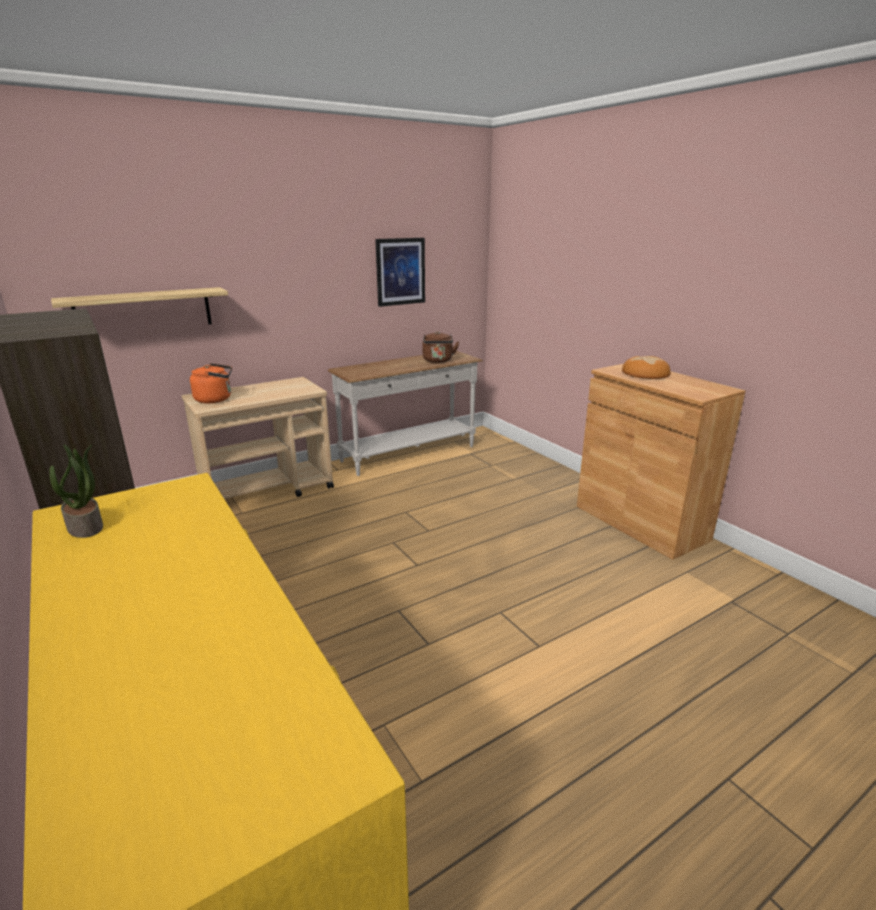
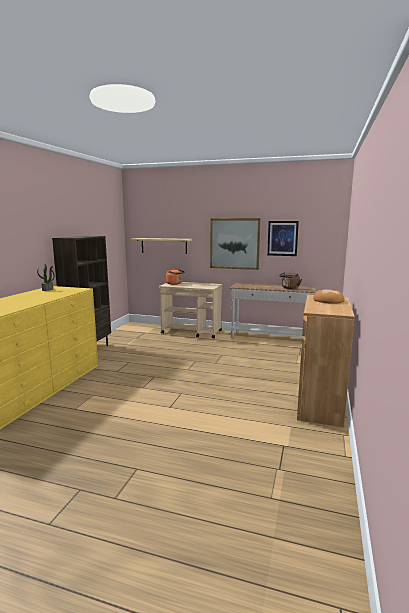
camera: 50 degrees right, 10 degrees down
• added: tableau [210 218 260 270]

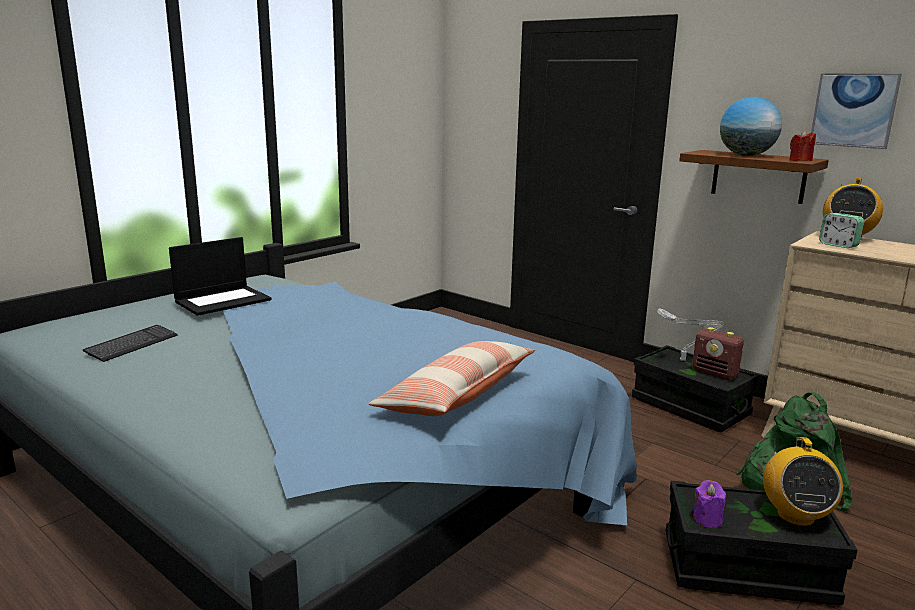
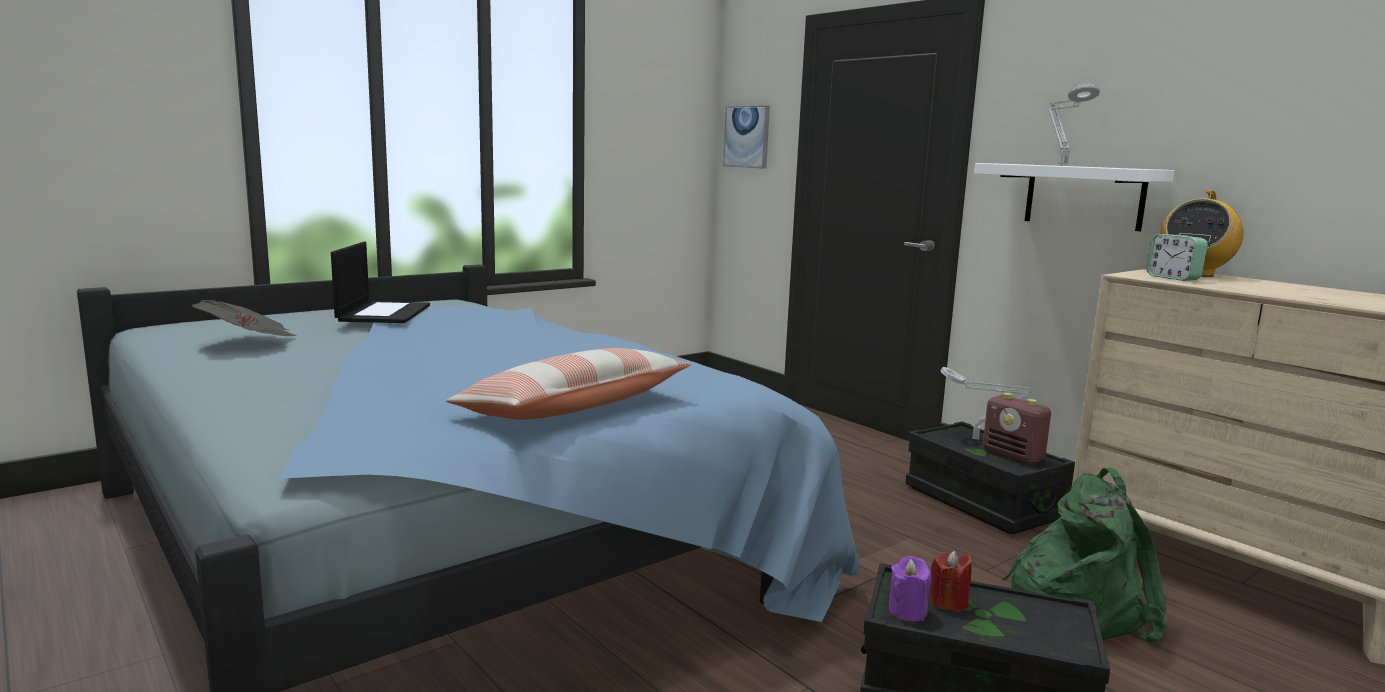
camera: 10 degrees right, 5 degrees down
• removed: radio [763 437 843 527]
• moved: bougie (rouge) [789 130 816 161] to [929 551 972 611]
• moved: tableau [811 73 902 149] to [723 105 770 169]
• replaced: clavier [83 325 178 362] to journal [192 300 296 336]
• replaced: globe [720 97 782 156] to lampe de table (gris) [1049 84 1100 166]
• recoloured: étagère (marron) [679 150 829 204] to étagère (blanc) [974 163 1175 231]
• turned: ordinateur portable [169 237 272 316] = [331 242 430 323] 60 degrees counterclockwise

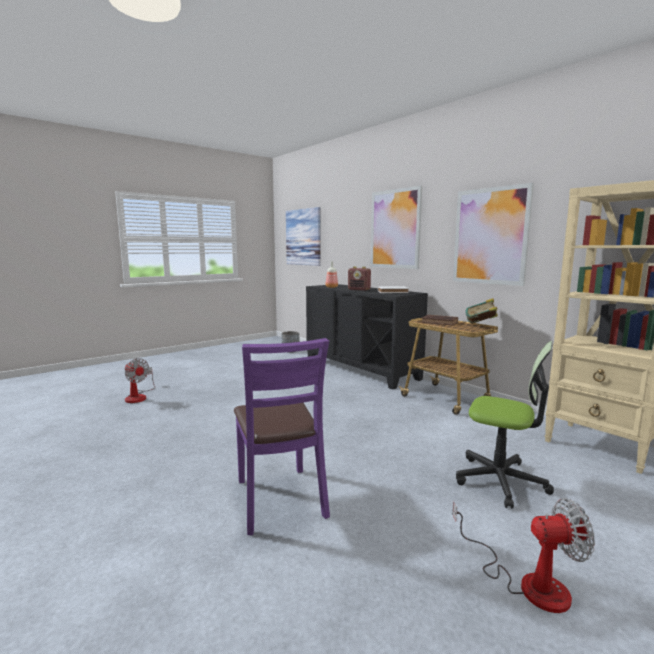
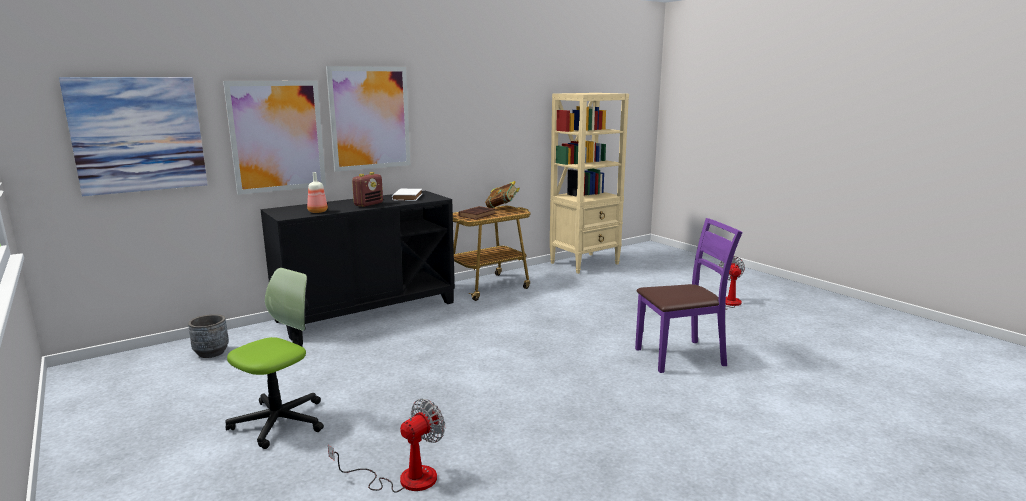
camera: 85 degrees left, 5 degrees up
• moved: tableau [453 183 534 286] to [223 81 326 195]
• moved: chaise de bureau [456 341 554 509] to [226 268 324 449]

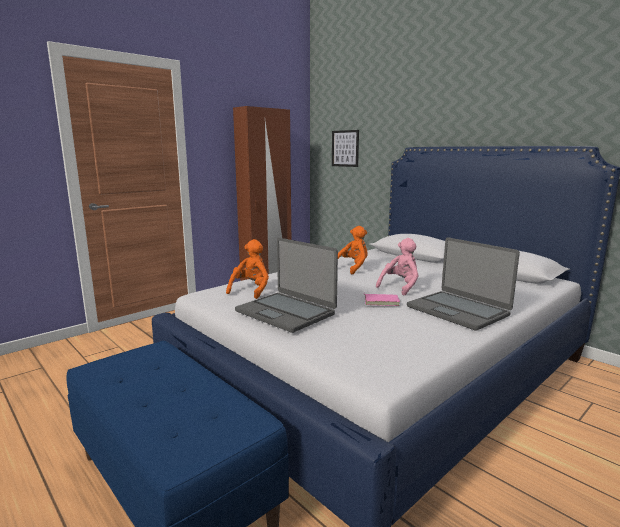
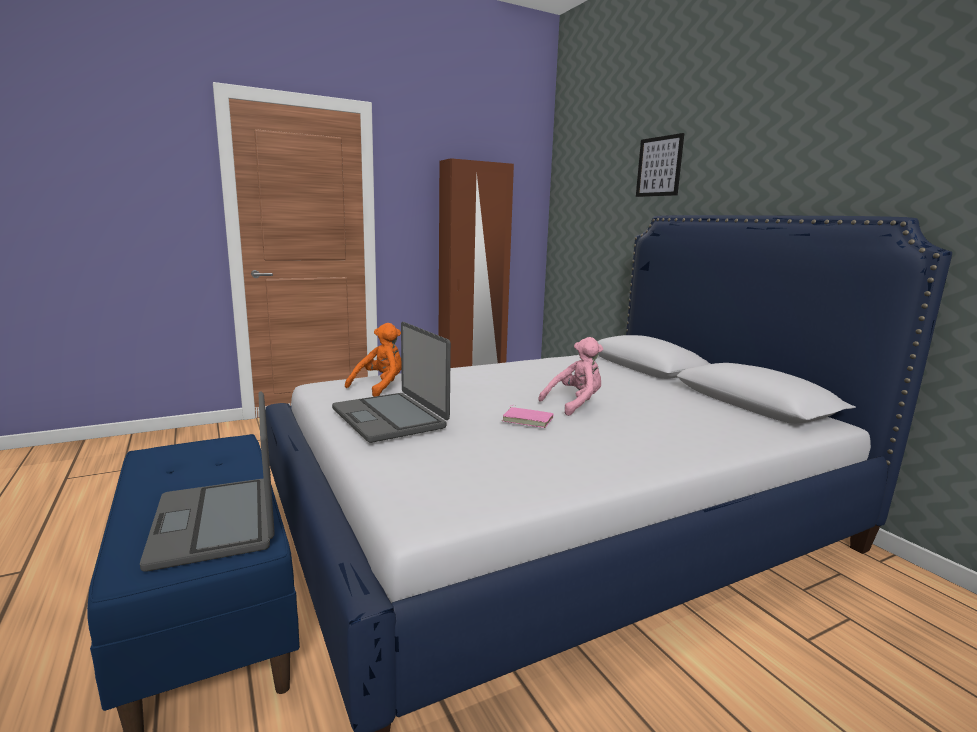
camera: 15 degrees right, 0 degrees up
• removed: peluche (orange) [338 226 368 274]
• moved: tableau [332 130 359 167] to [636 133 684 197]
• moved: ordinateur portable [407 237 520 331] to [140 391 275 572]

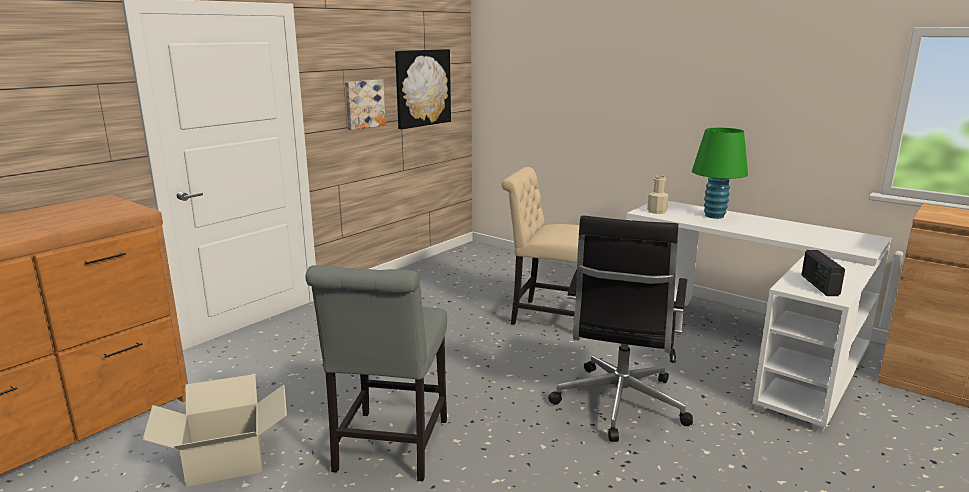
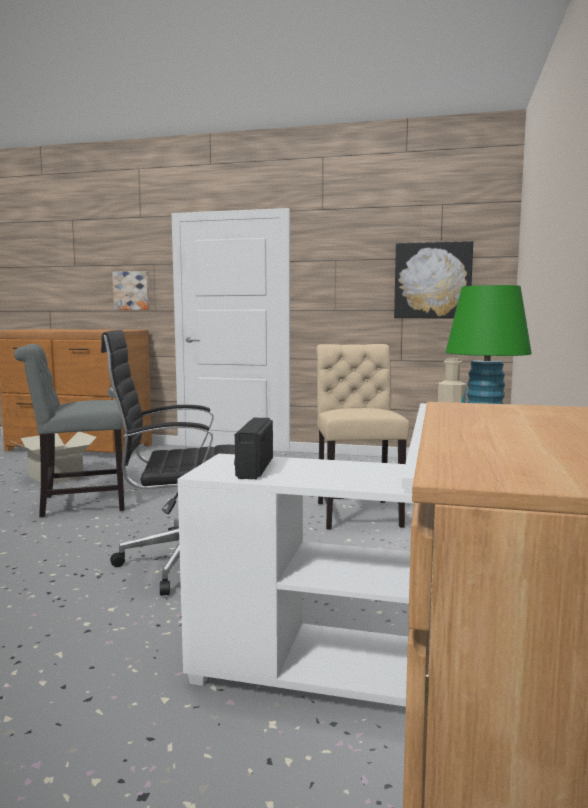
camera: 65 degrees right, 10 degrees down
• moved: tableau [345 79 386 130] to [112 271 150 310]
• turned: radio [801 250 845 296] = [234 418 273 479] 60 degrees counterclockwise

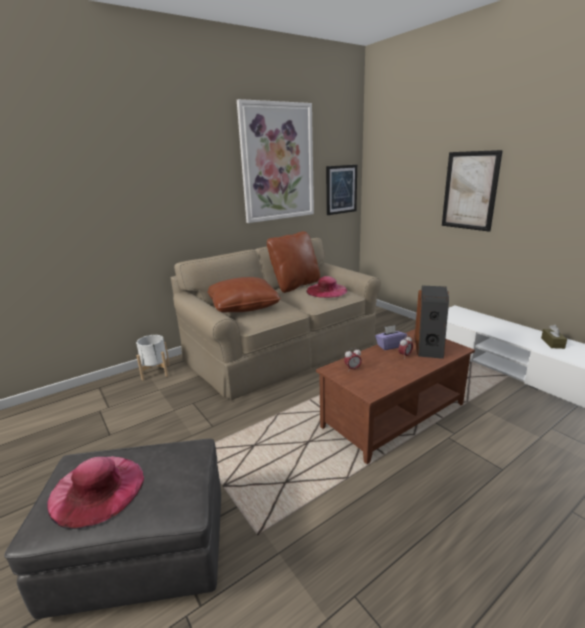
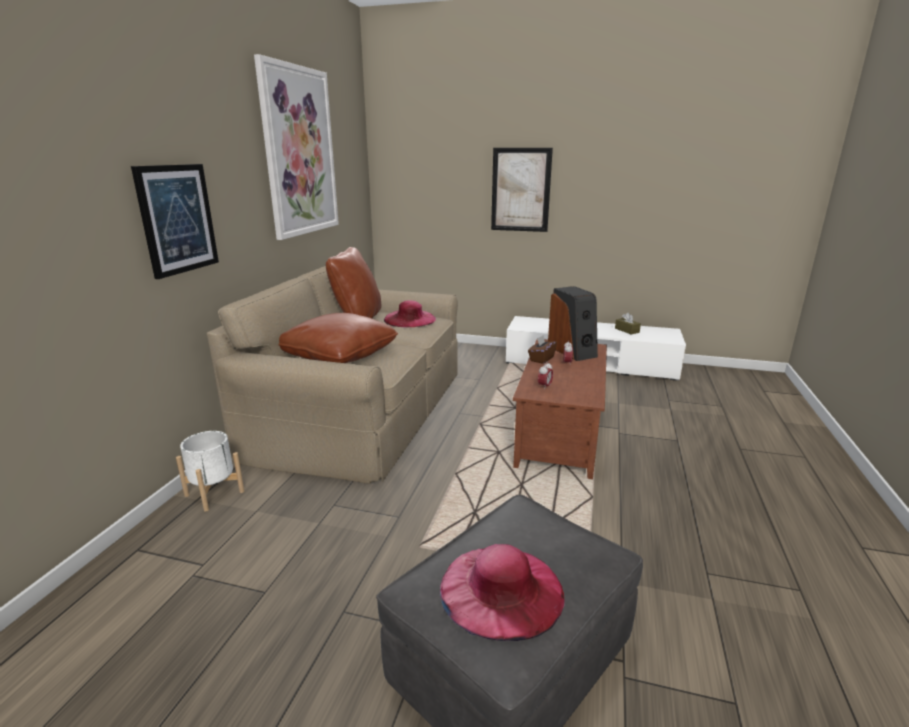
camera: 40 degrees left, 0 degrees up
• moved: tableau [326 165 357 215] to [131 164 219 279]
• recoloured: boîte à mouchoirs (violet) [375 325 407 350] to boîte à mouchoirs (marron) [528 335 557 364]

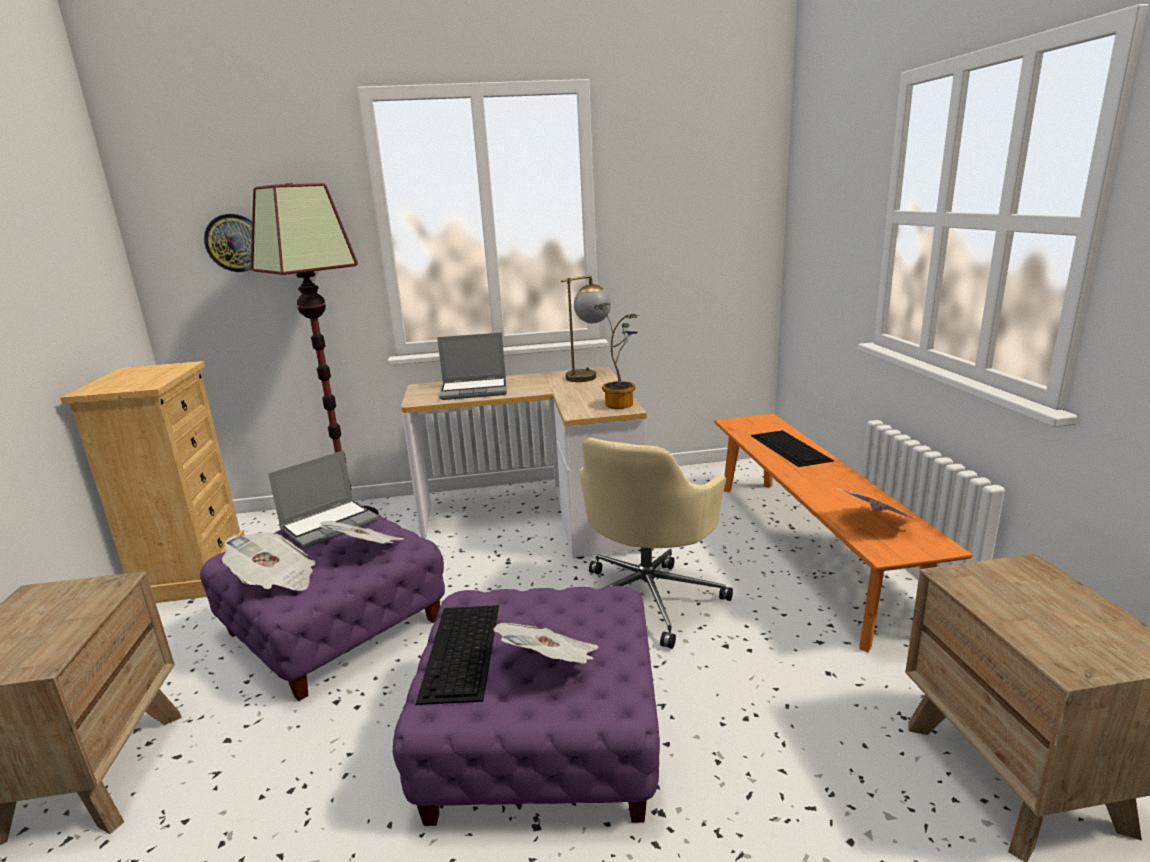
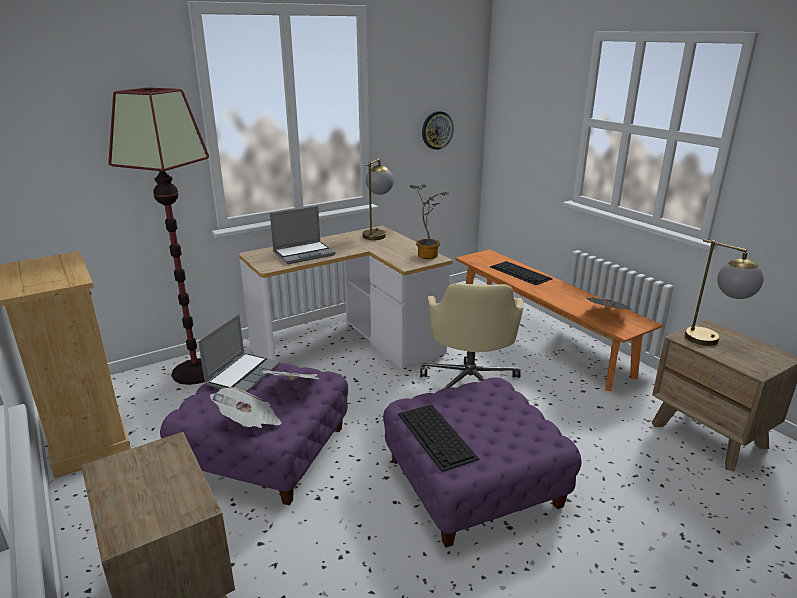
camera: 25 degrees left, 5 degrees up
• removed: journal [493 623 598 664]
• added: lampe de table [685 239 764 346]
• moved: horloge murale [204 214 252 272] to [422 111 454 150]

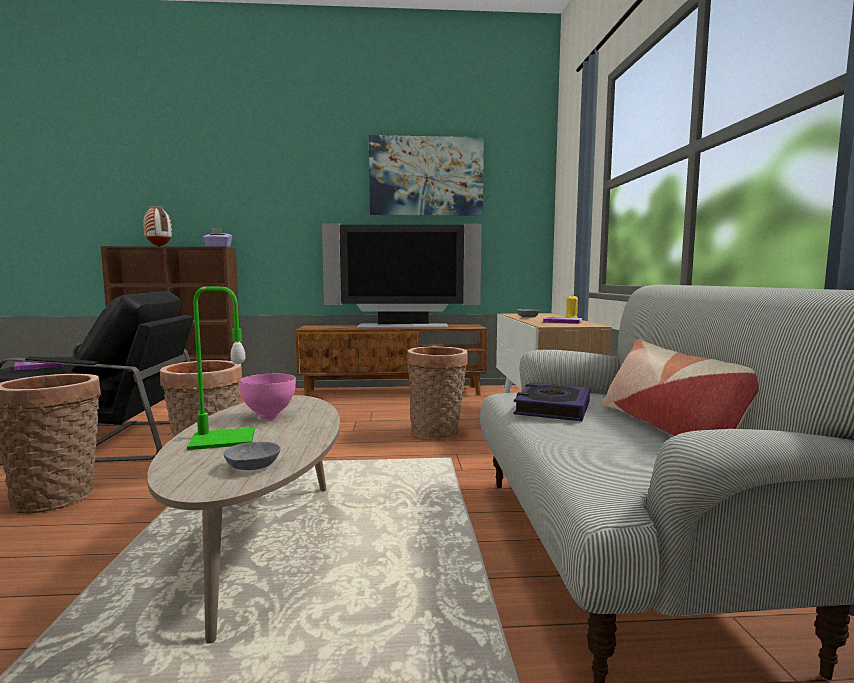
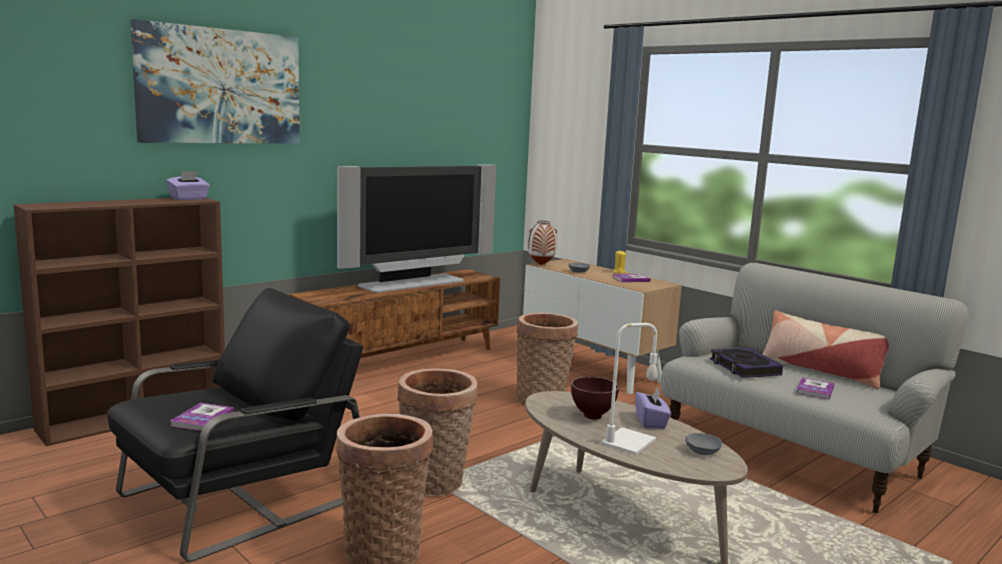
camera: 40 degrees left, 5 degrees up
• added: boîte à mouchoirs (violet) [635 388 671 429]
• added: livre [796 377 834 400]
• moved: vase [143 206 172 247] to [528 221 557 265]
• moved: tableau [369 135 484 216] to [131 19 300 144]
• recoloured: lampe de table (vert) [187 286 255 450] to lampe de table (blanc) [601 323 658 455]
• recoloured: bol (rose) [239 373 296 419] to bol (marron) [571 377 619 420]

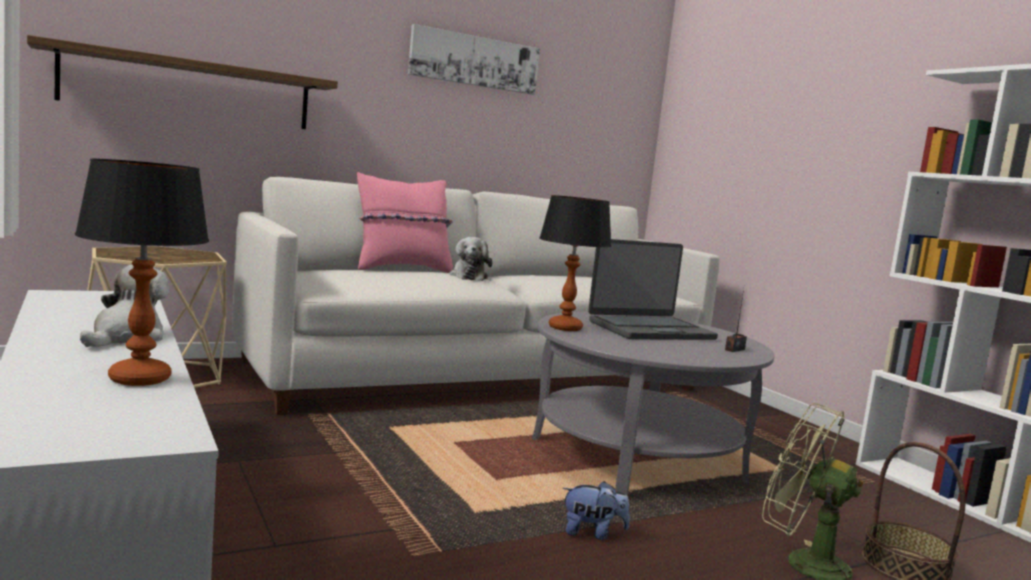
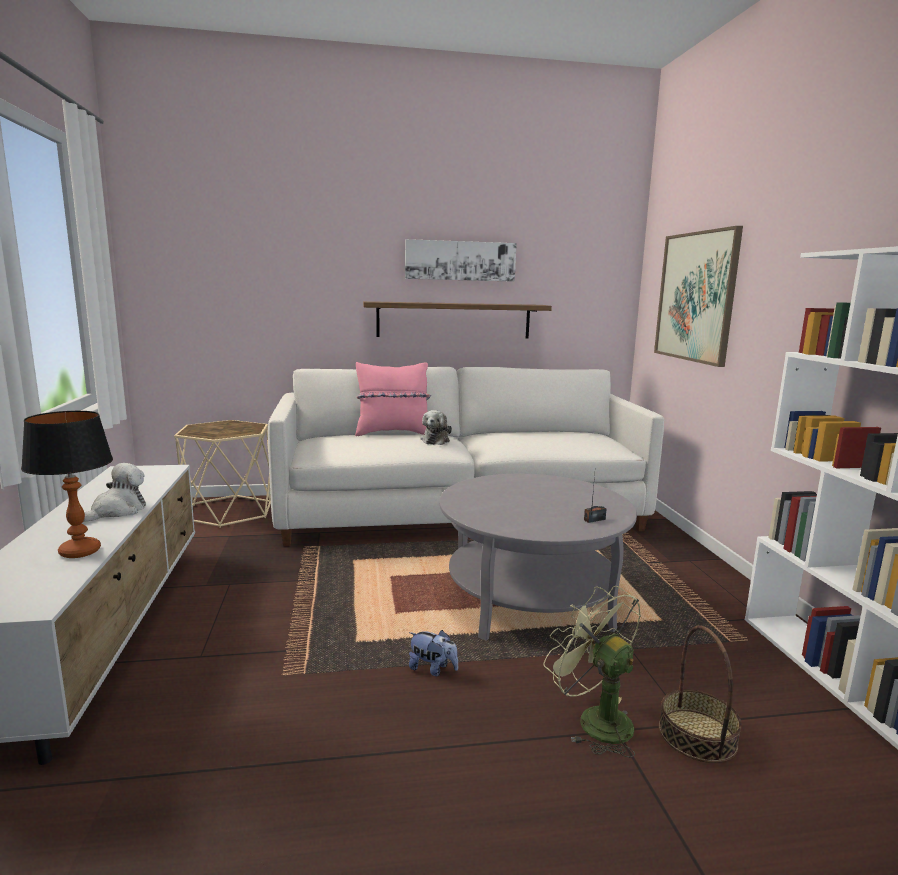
camera: 20 degrees right, 5 degrees up
• removed: lampe de table [539 195 612 331]
• removed: ordinateur portable [588 239 718 340]
• added: tableau [654 226 743 367]
• moved: étagère [27 35 338 129] to [363 301 552 339]

